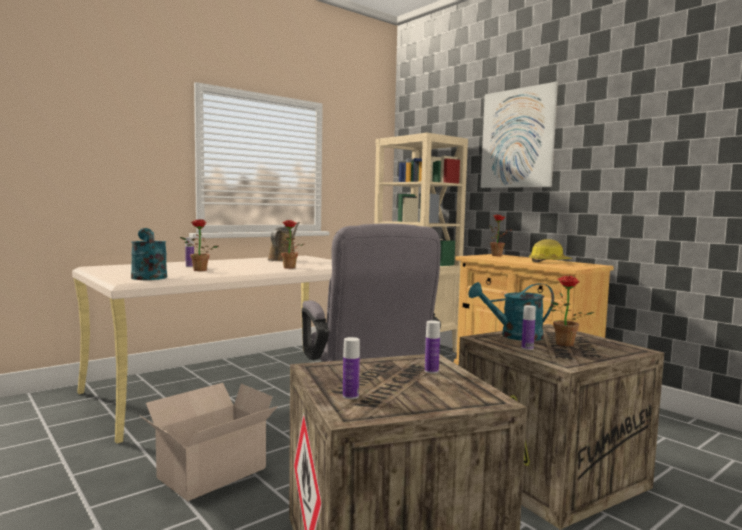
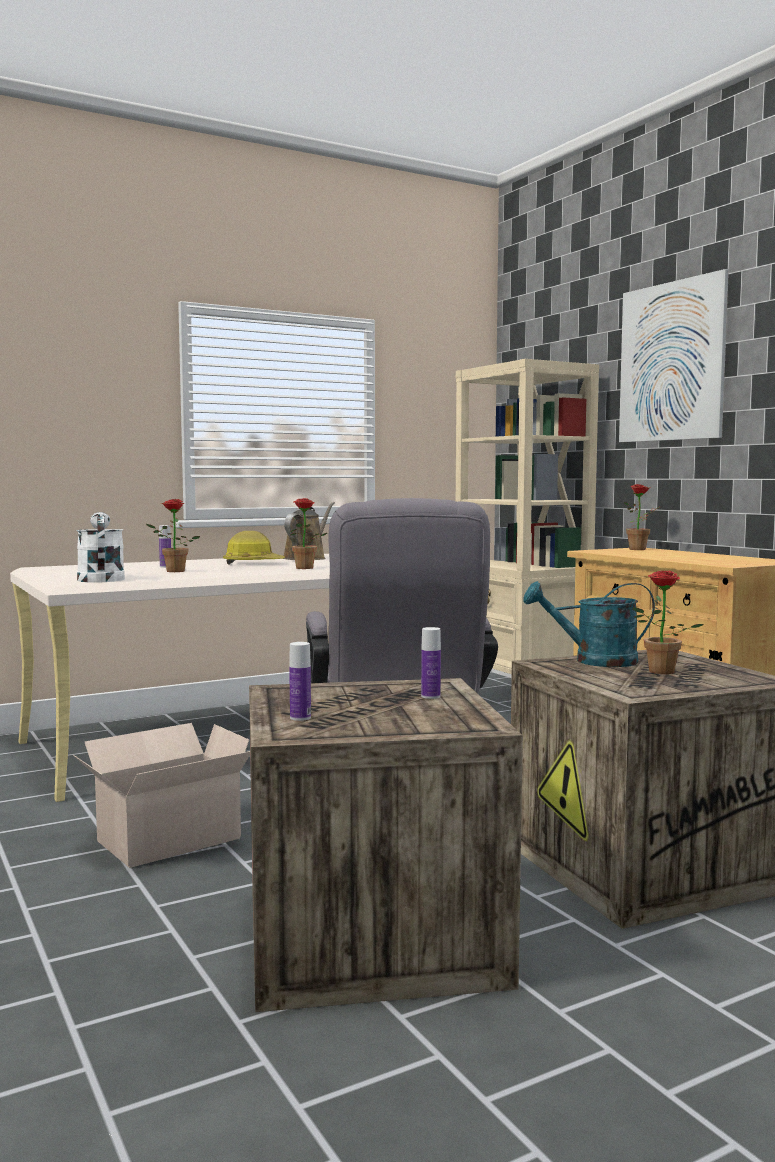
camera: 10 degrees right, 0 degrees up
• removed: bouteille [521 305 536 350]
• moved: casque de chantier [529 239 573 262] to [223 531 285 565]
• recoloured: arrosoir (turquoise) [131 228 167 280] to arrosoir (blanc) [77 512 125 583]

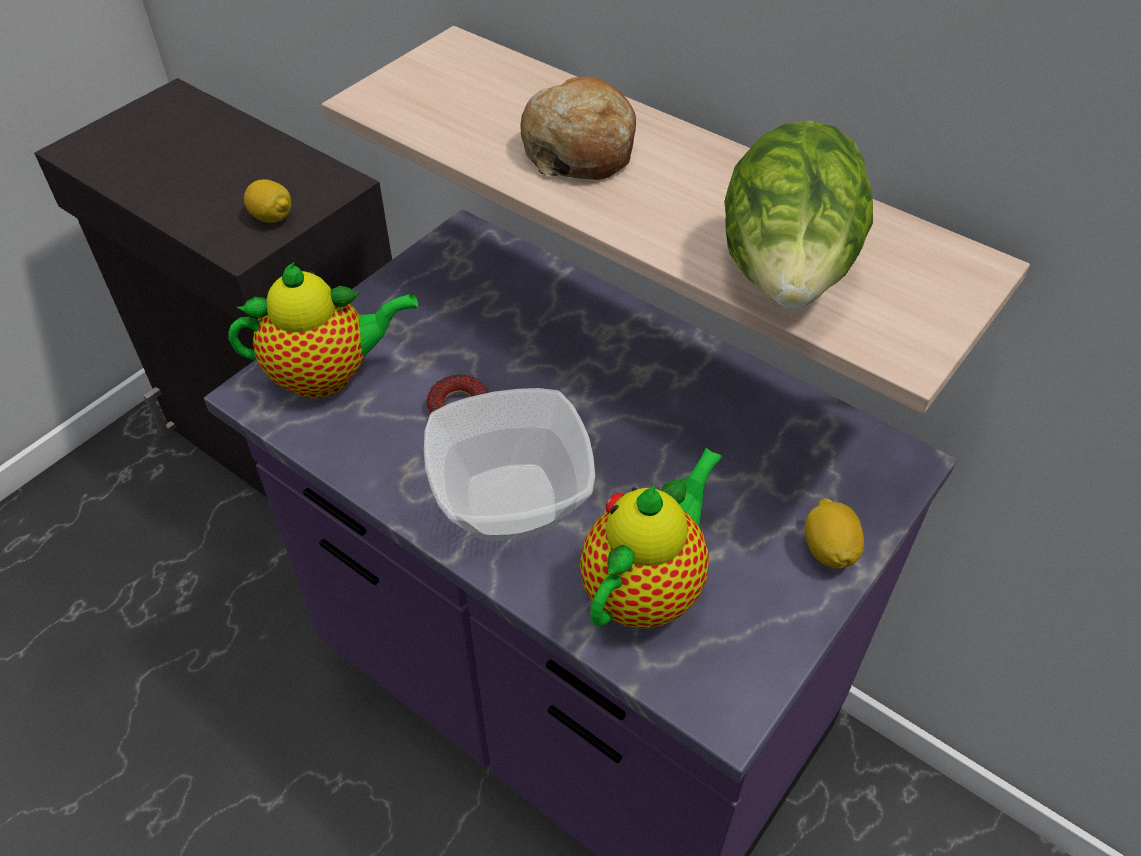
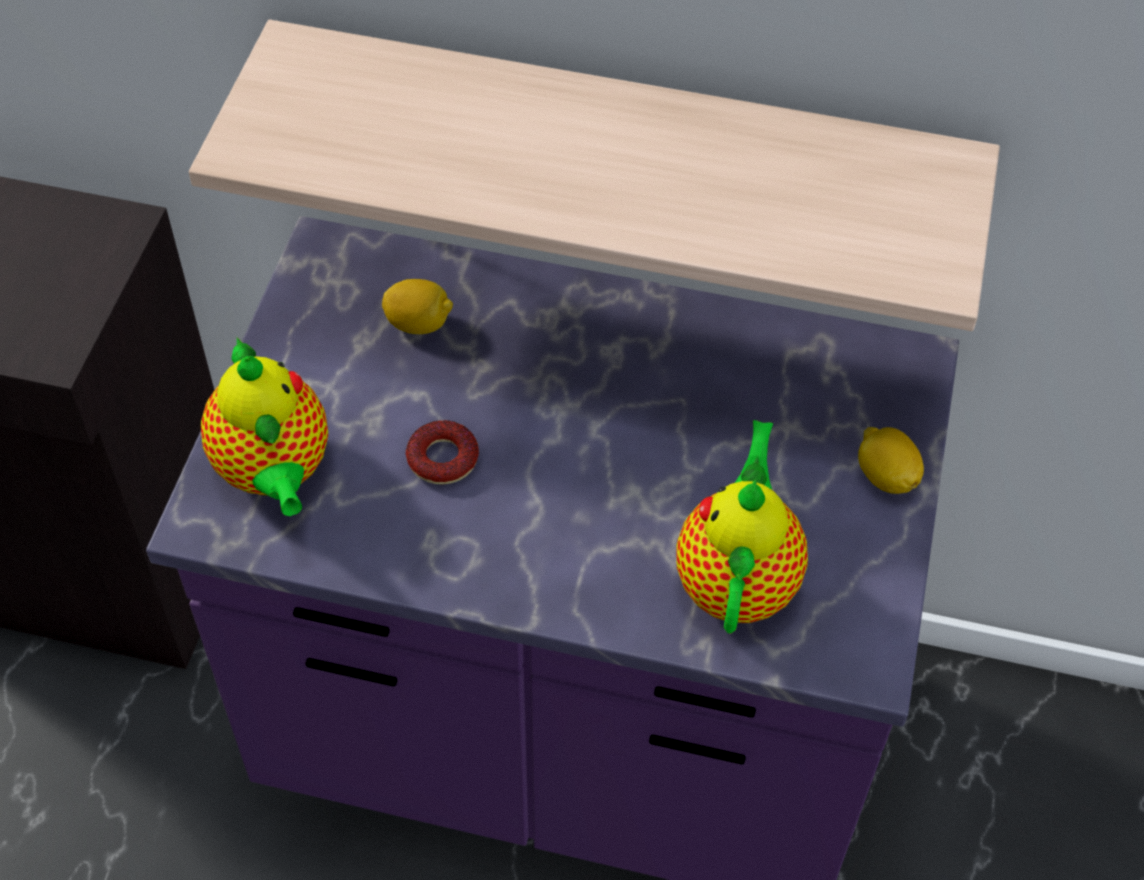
camera: 25 degrees left, 5 degrees up
• removed: bol [424 388 595 541]
• removed: pain [520 77 636 180]
• removed: laitue [724 121 873 309]
• moved: citron [244 179 292 223] to [382 279 453 334]
• turned: théière [228 262 418 399] = [201 338 328 516] 105 degrees clockwise

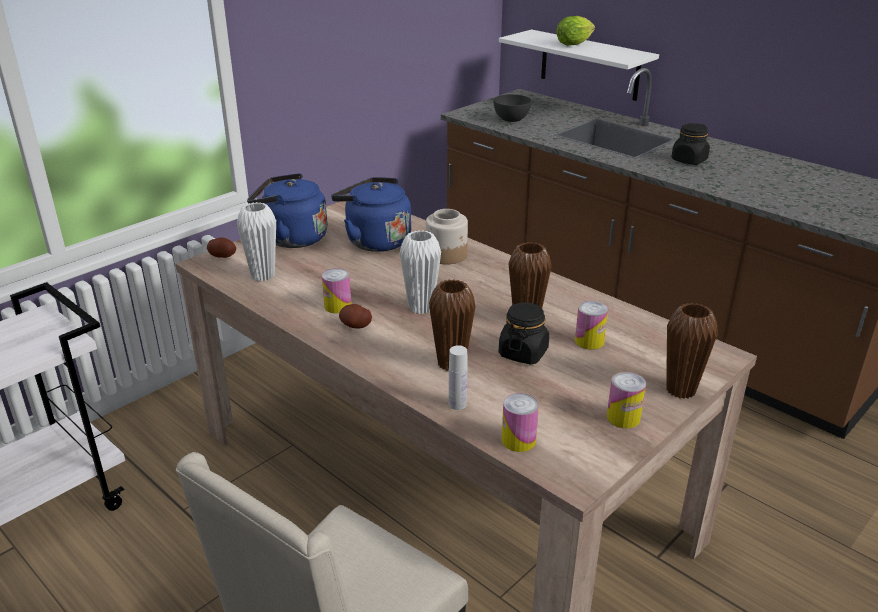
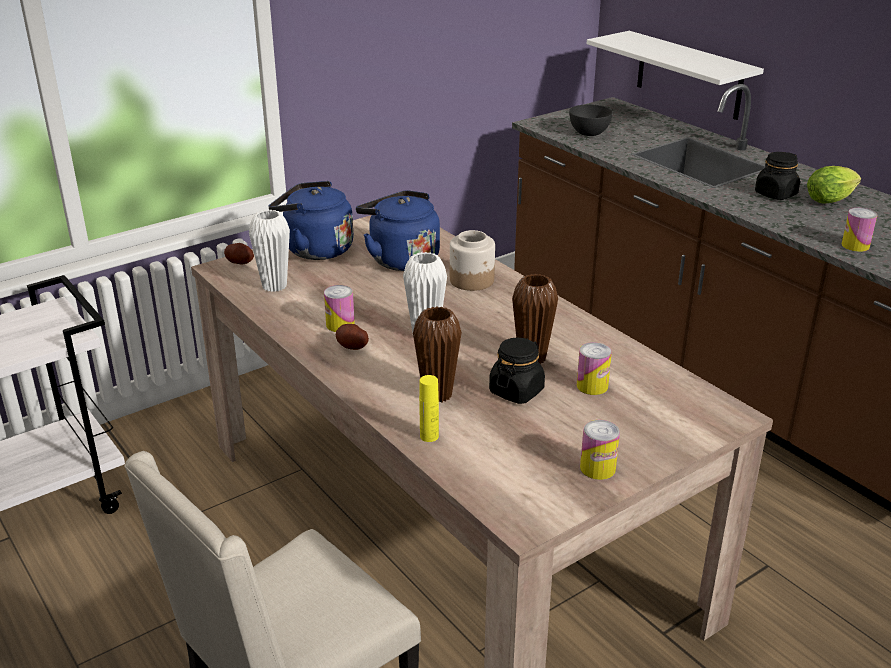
camera: 10 degrees right, 0 degrees up
• removed: vase (marron) [666 303 718 399]
• moved: boîte métallique [502 393 539 452] to [841 208 877 252]
• moved: laitue [556 16 595 46] to [807 166 861 204]
• recoloured: bouteille (blanc) [449 345 468 410] to bouteille (jaune) [419 375 439 442]

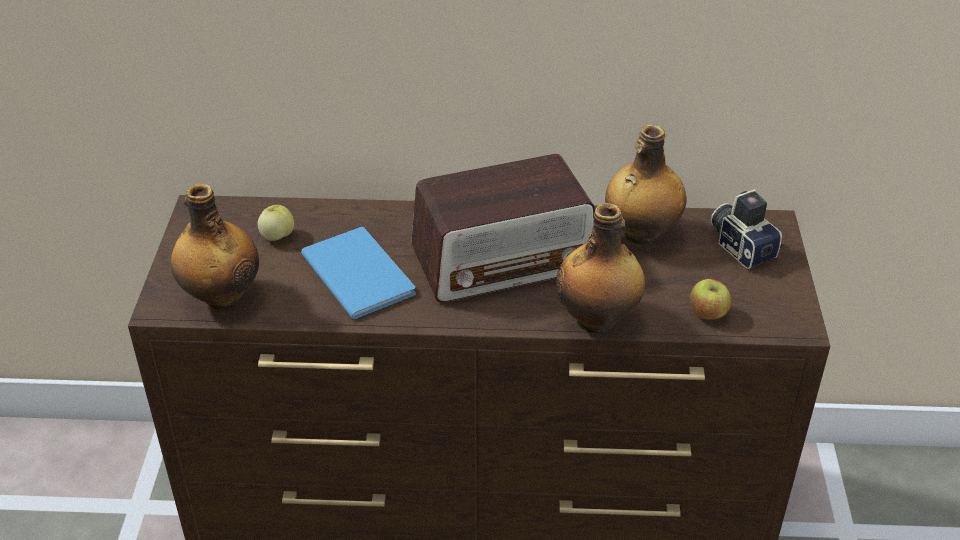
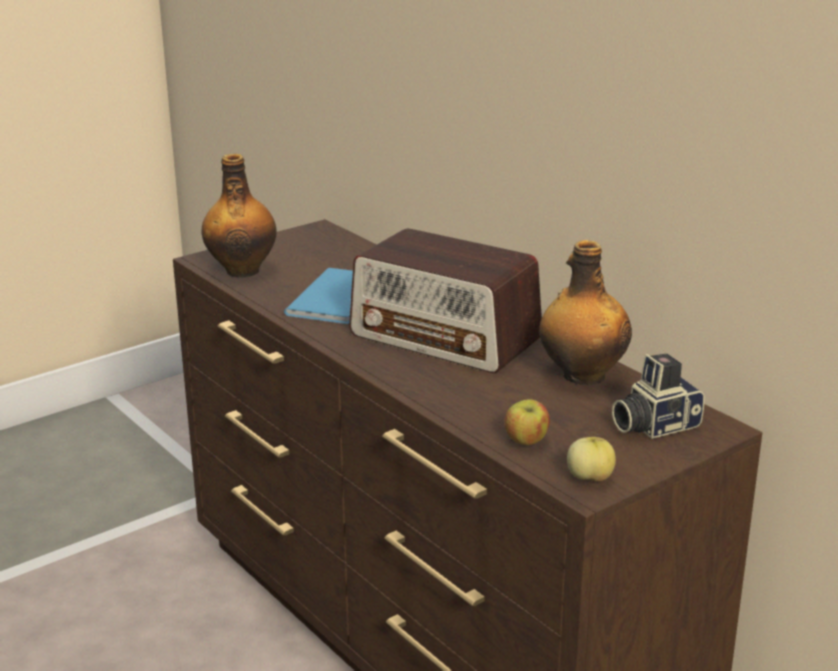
camera: 50 degrees right, 15 degrees down
• removed: bouteille [556 203 645 333]
• moved: pomme [258 205 294 241] to [567 437 616 482]
• turned: appareil photo [711 189 783 269] = [612 354 705 439] 135 degrees counterclockwise

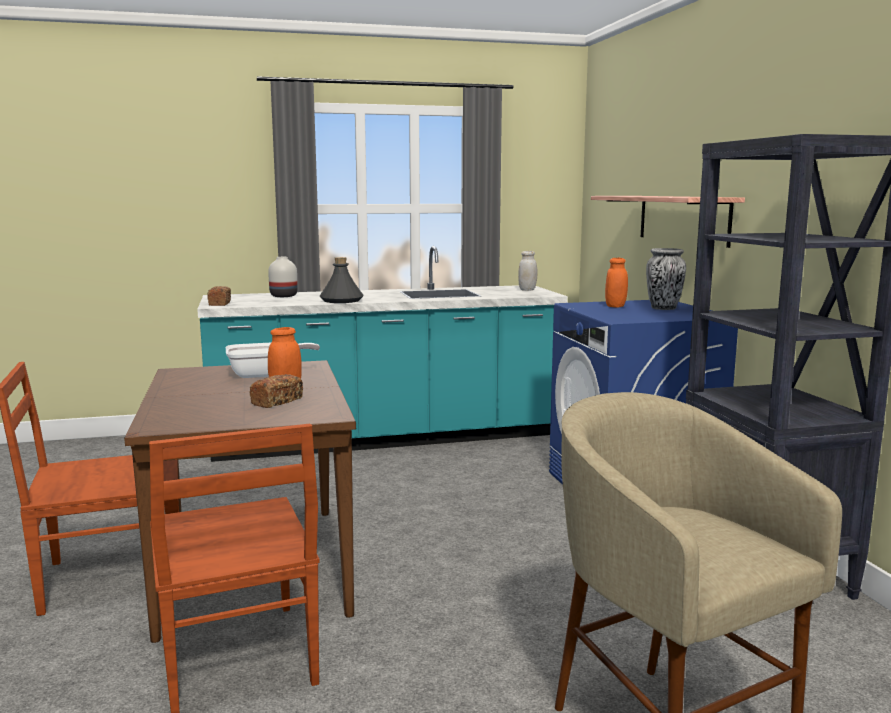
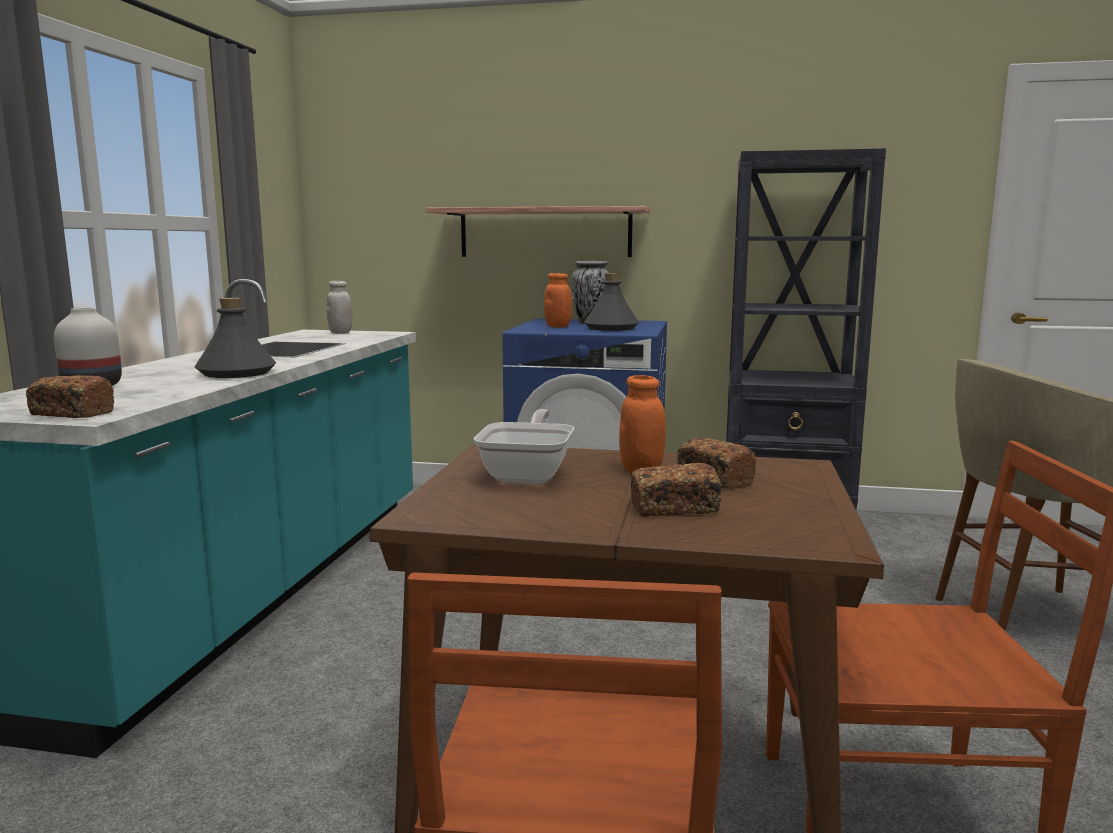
camera: 65 degrees left, 0 degrees up
• added: bouteille (gris) [584 273 639 331]
• added: pain [631 463 722 517]

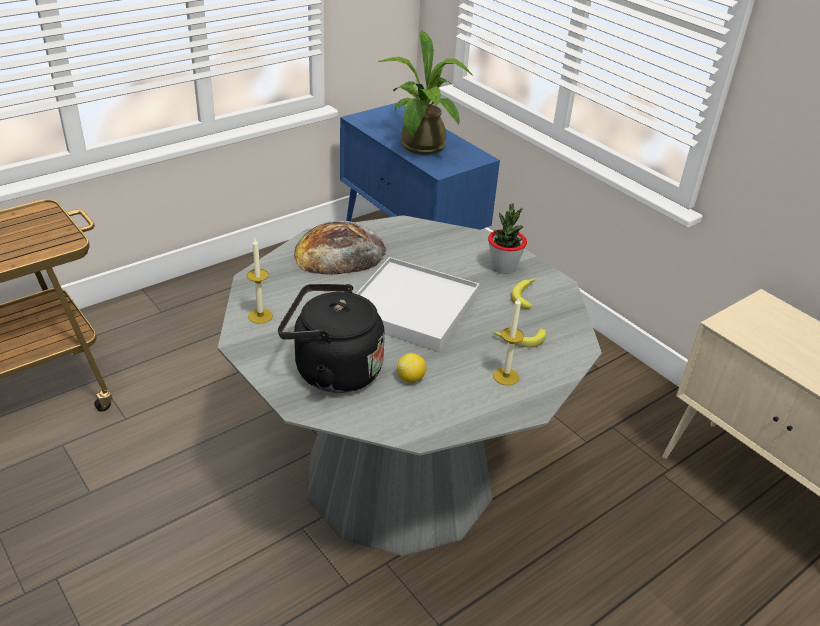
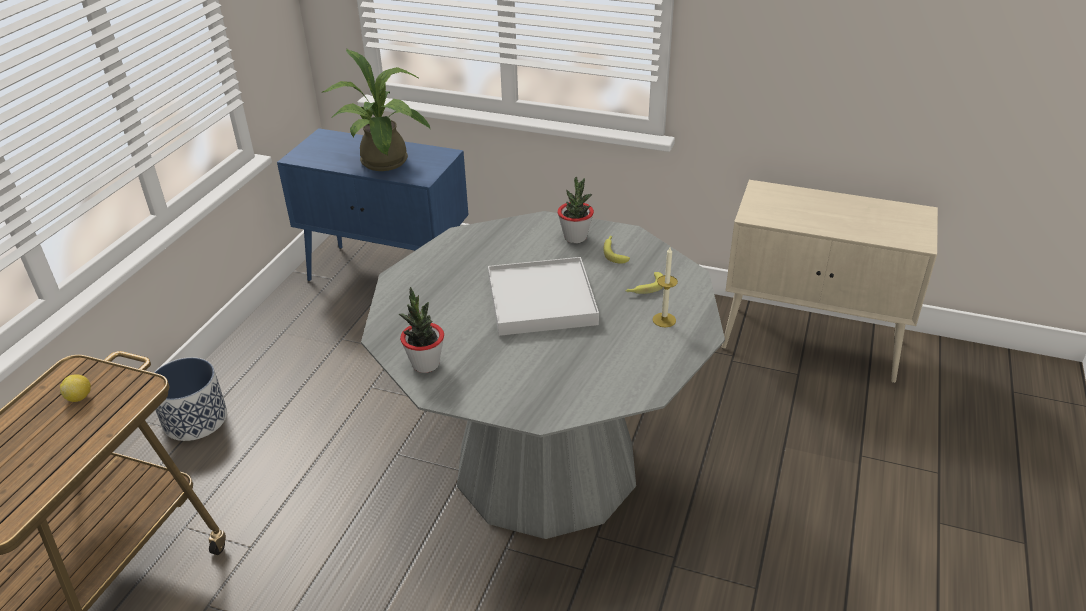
camera: 30 degrees left, 0 degrees up
• removed: bouilloire (noir) [278 284 385 393]
• removed: pain [294 220 387 275]
• added: cache-pot [154 357 227 441]
• moved: citron [397 353 426 382] to [60 374 91 402]
• replaced: bougie [247 239 273 324] to plante en pot [399 287 444 373]

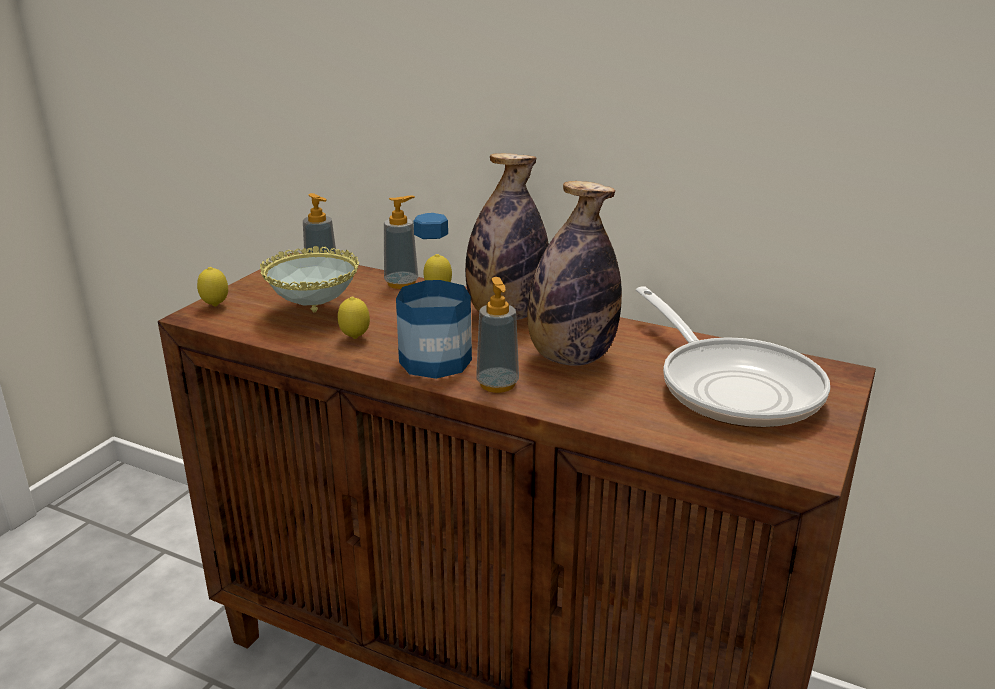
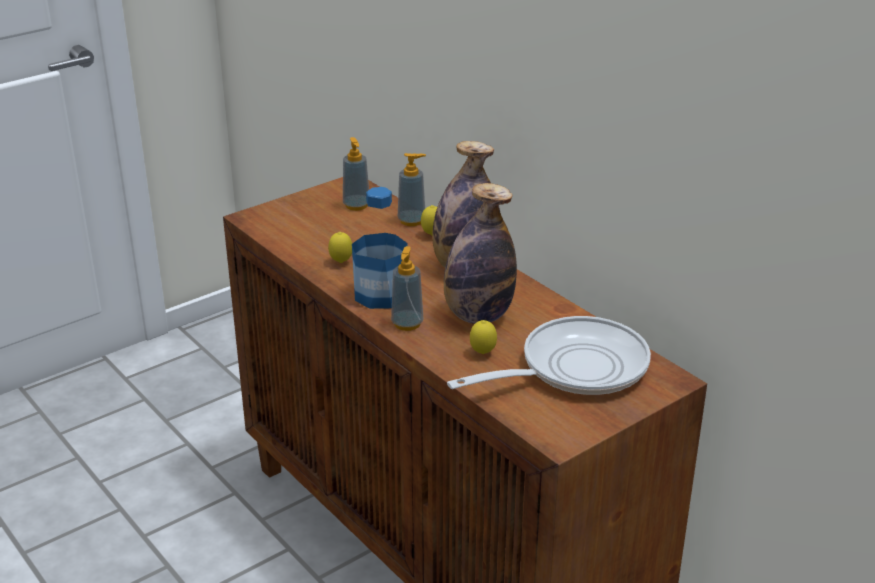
camera: 25 degrees right, 5 degrees up
• removed: bol [260 246 359 312]
• moved: citron [197 267 228 307] to [470 320 497 354]
• turned: poêle [636 286 830 428] = [447 316 651 395] 120 degrees counterclockwise

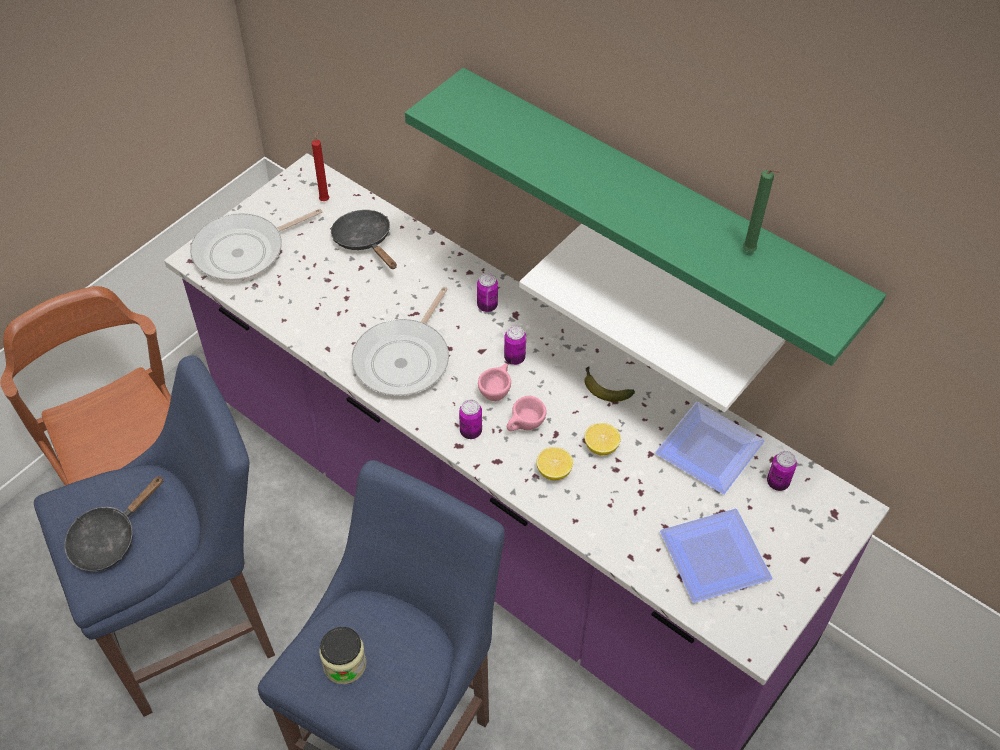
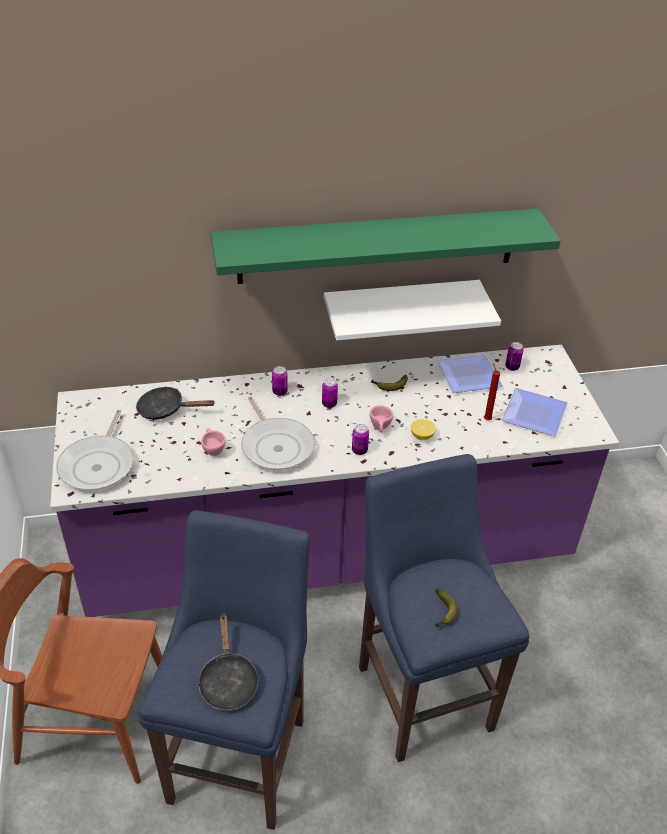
camera: 50 degrees left, 10 degrees down
• removed: citron [584 423 621 455]
• removed: bougie (vert) [743 169 780 252]
• moved: bougie (rouge) [312 130 329 201] to [484 363 500 420]
• moved: tasse (rose) [478 364 511 401] to [201 428 226 456]
• replaced: bocal [319 627 367 684] to banane [435 588 458 628]

